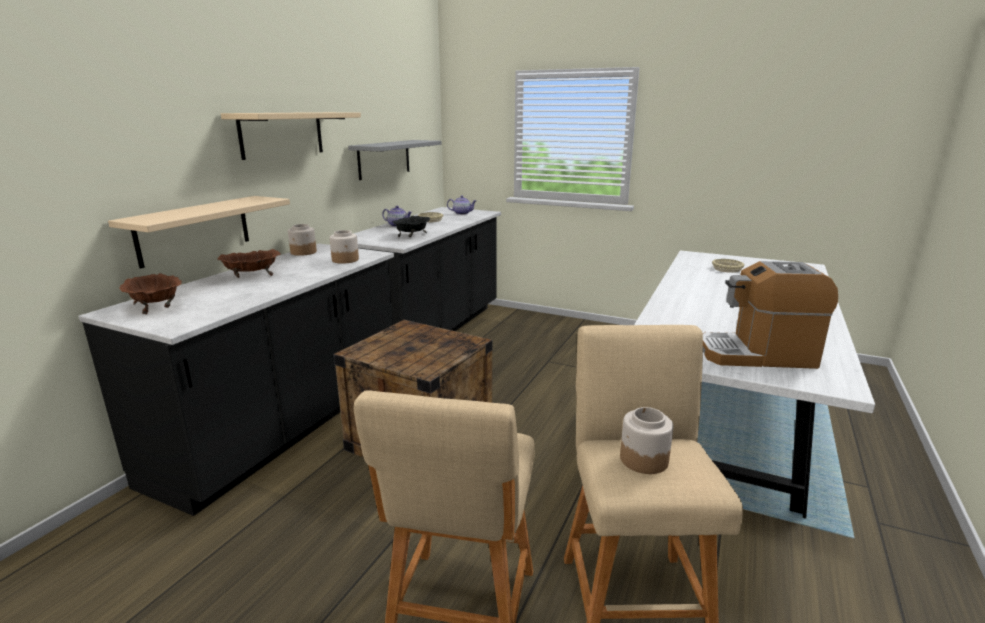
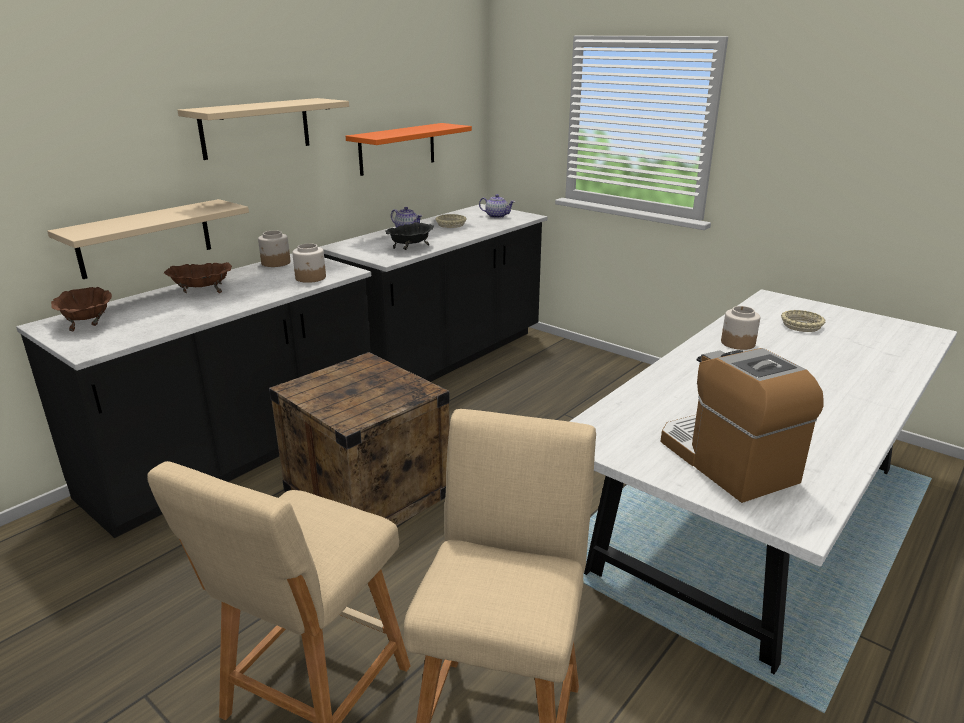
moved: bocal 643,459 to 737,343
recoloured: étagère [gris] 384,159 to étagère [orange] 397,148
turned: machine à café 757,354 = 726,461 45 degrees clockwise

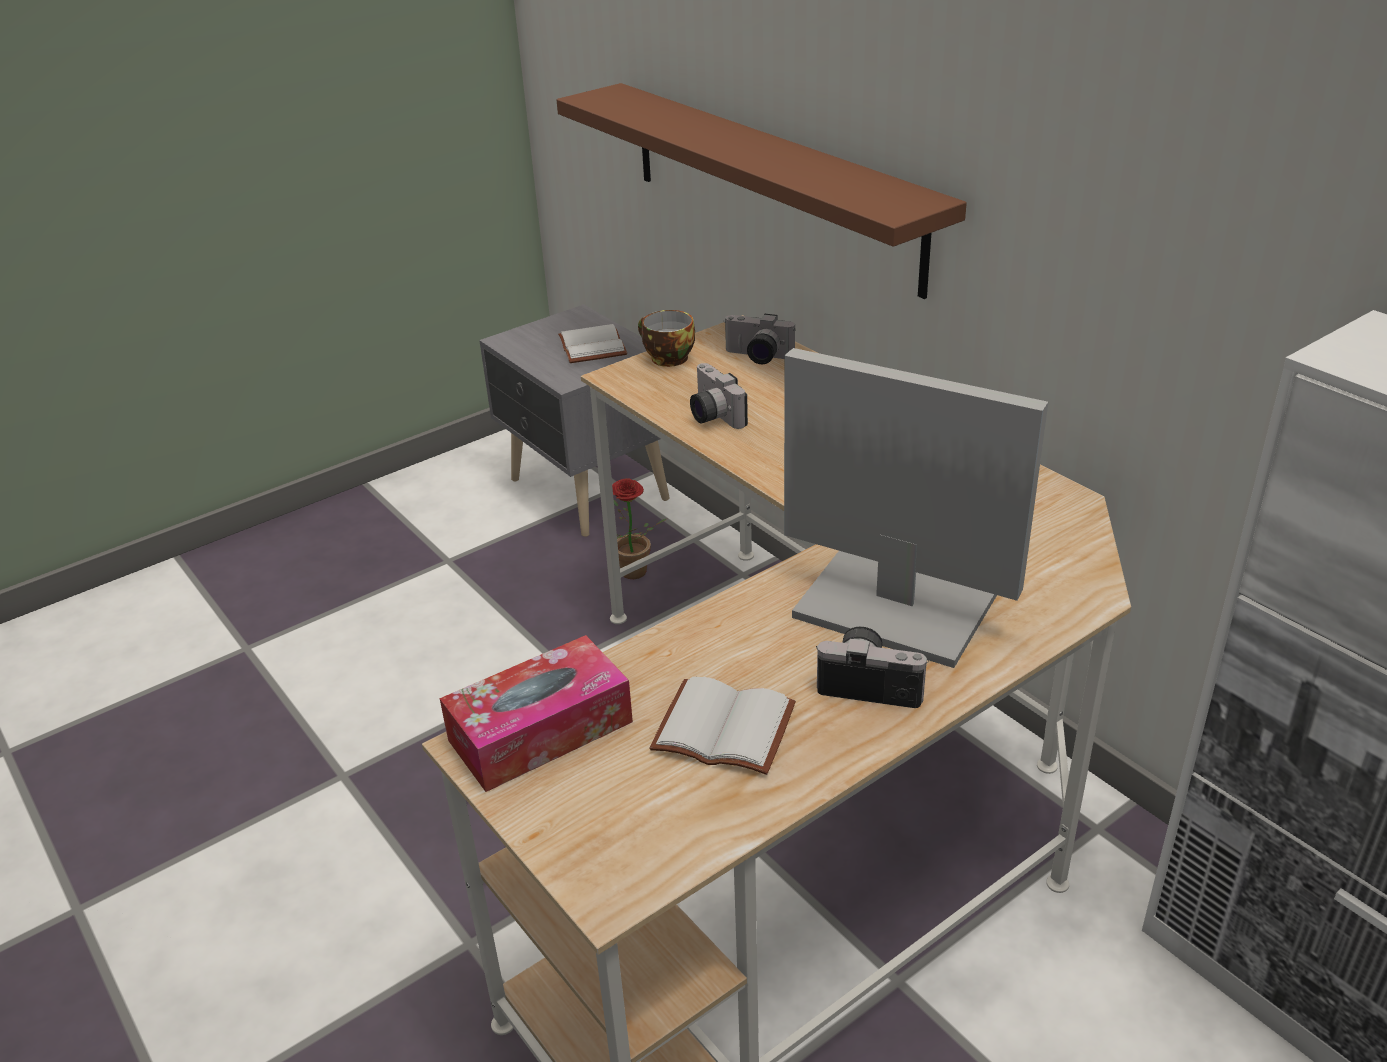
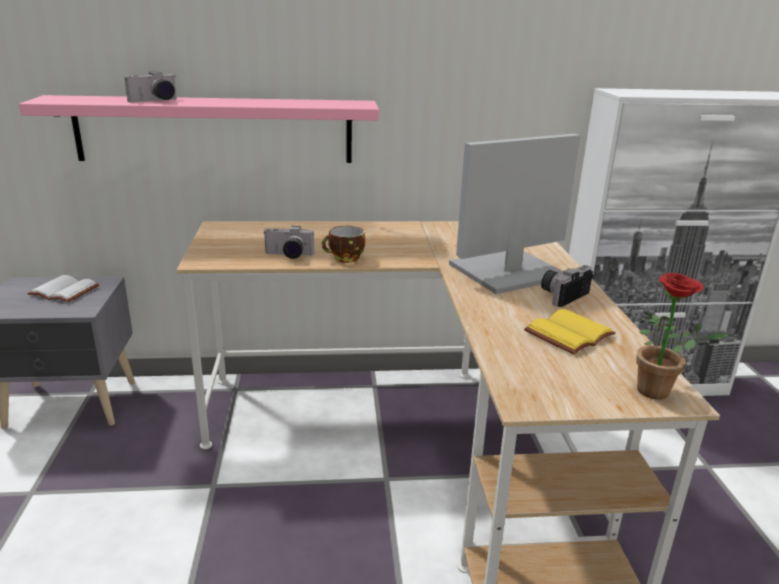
removed: boîte à mouchoirs 540,731
moved: appareil photo 757,357 to 155,101; tasse 666,358 to 345,259; plante en pot 634,575 to 660,392
recoloured: étagère [marron] 770,184 to étagère [rose] 215,130; livre [blanc] 720,731 to livre [jaune] 570,335

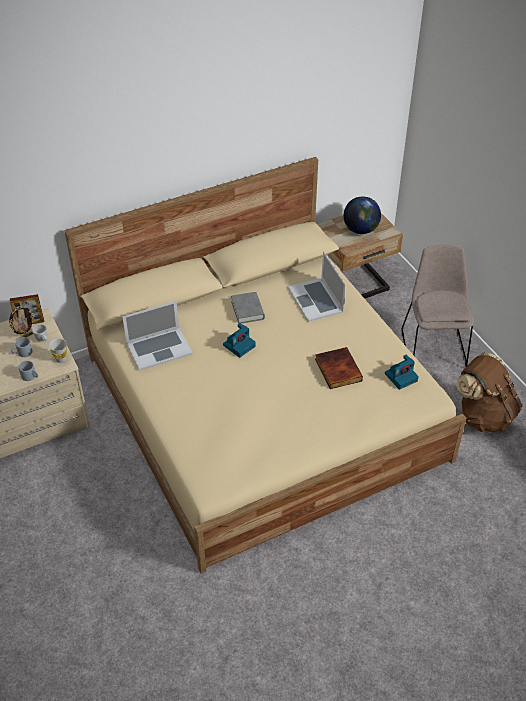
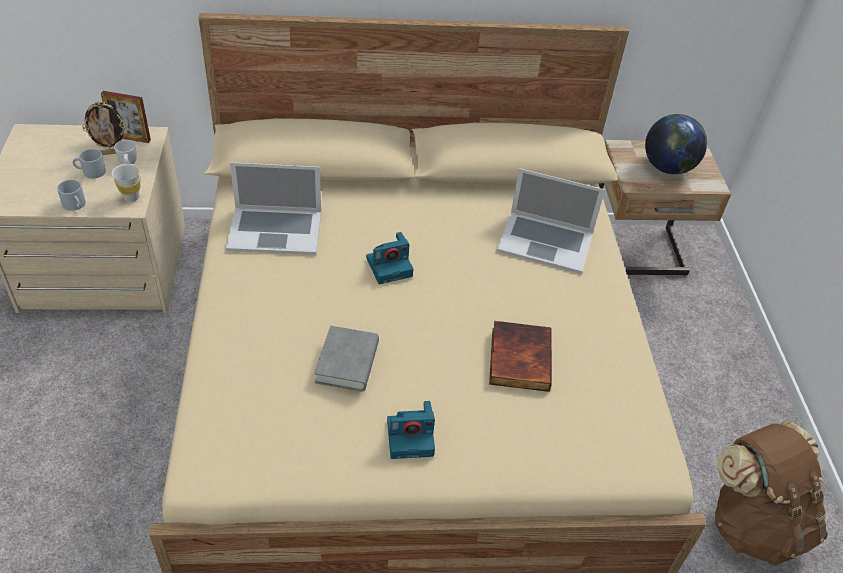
removed: chaise [beige] 433,346
moved: livre [gris] 247,310 to 347,363; appareil photo 401,377 to 411,437
turned: ordinateur portable 316,299 = 545,241 75 degrees counterclockwise

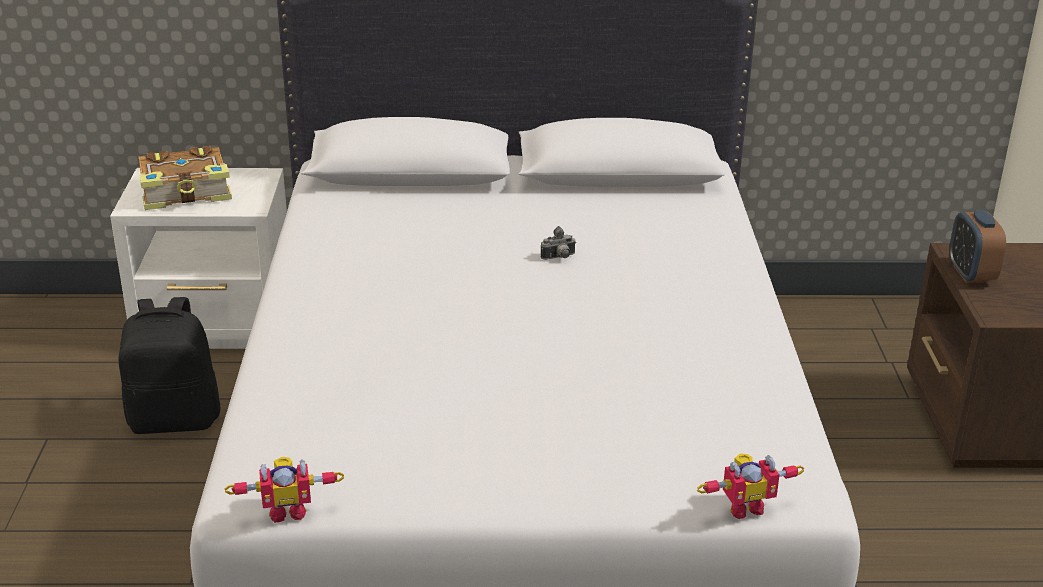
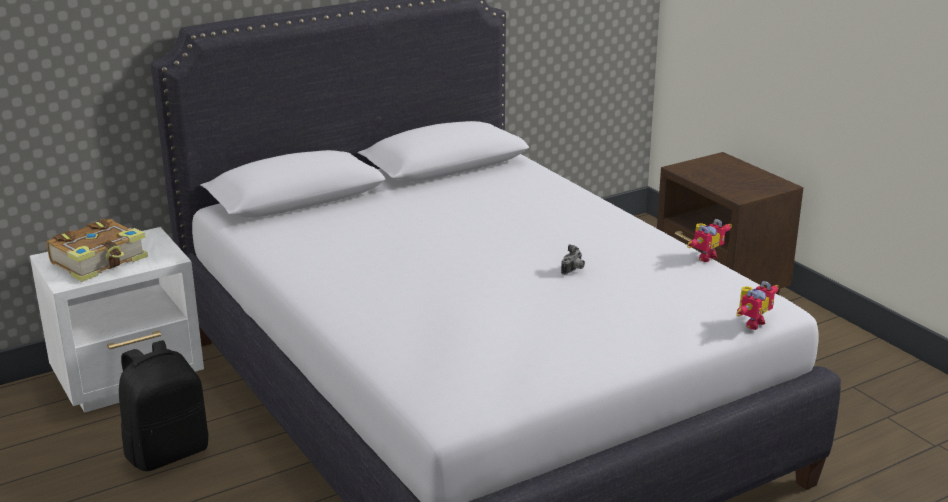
removed: réveil 970,274
moved: appareil photo 559,258 to 573,270; robot jouet 287,510 to 704,256

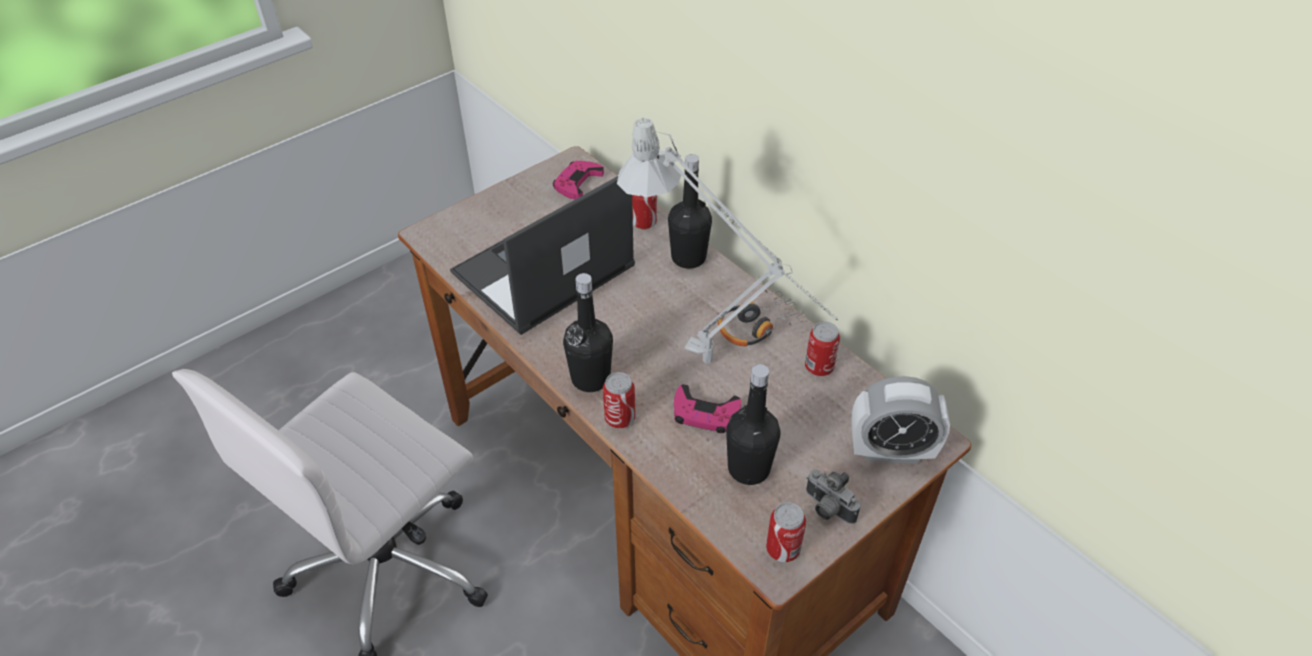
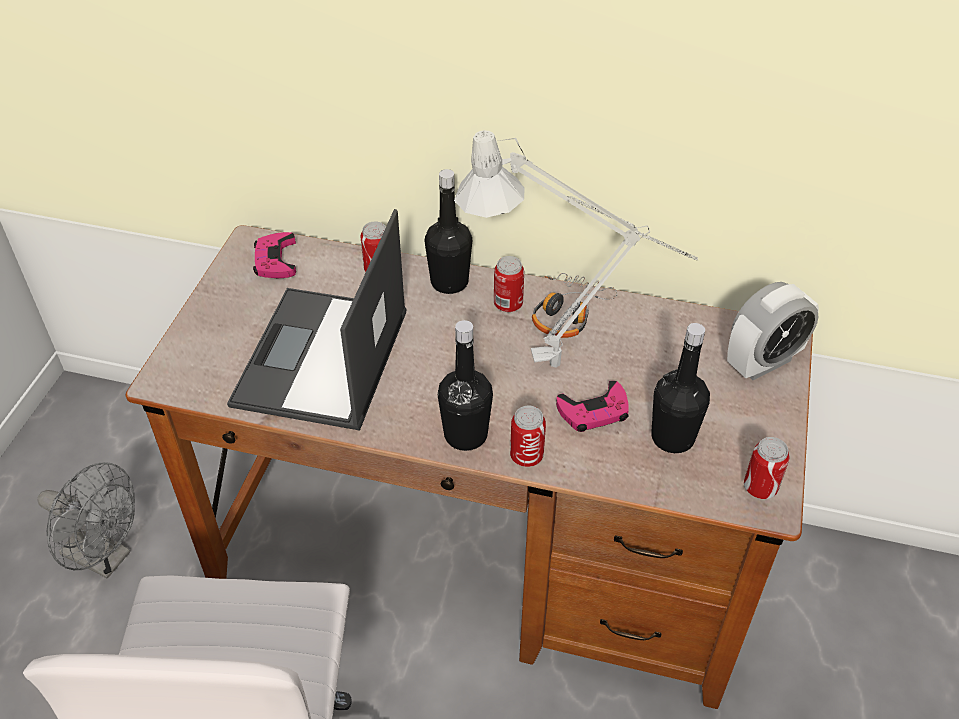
removed: appareil photo 826,509
added: ventilateur [gris] 105,557
moved: boîte métallique 819,367 to 508,305

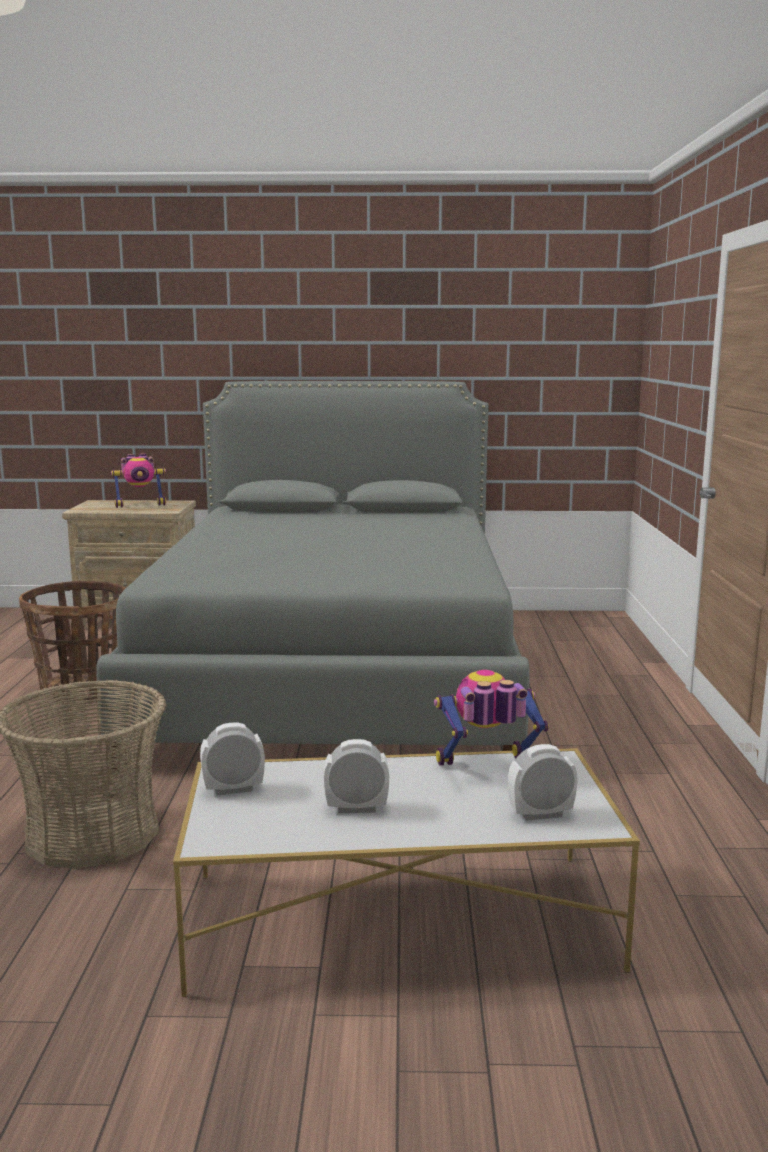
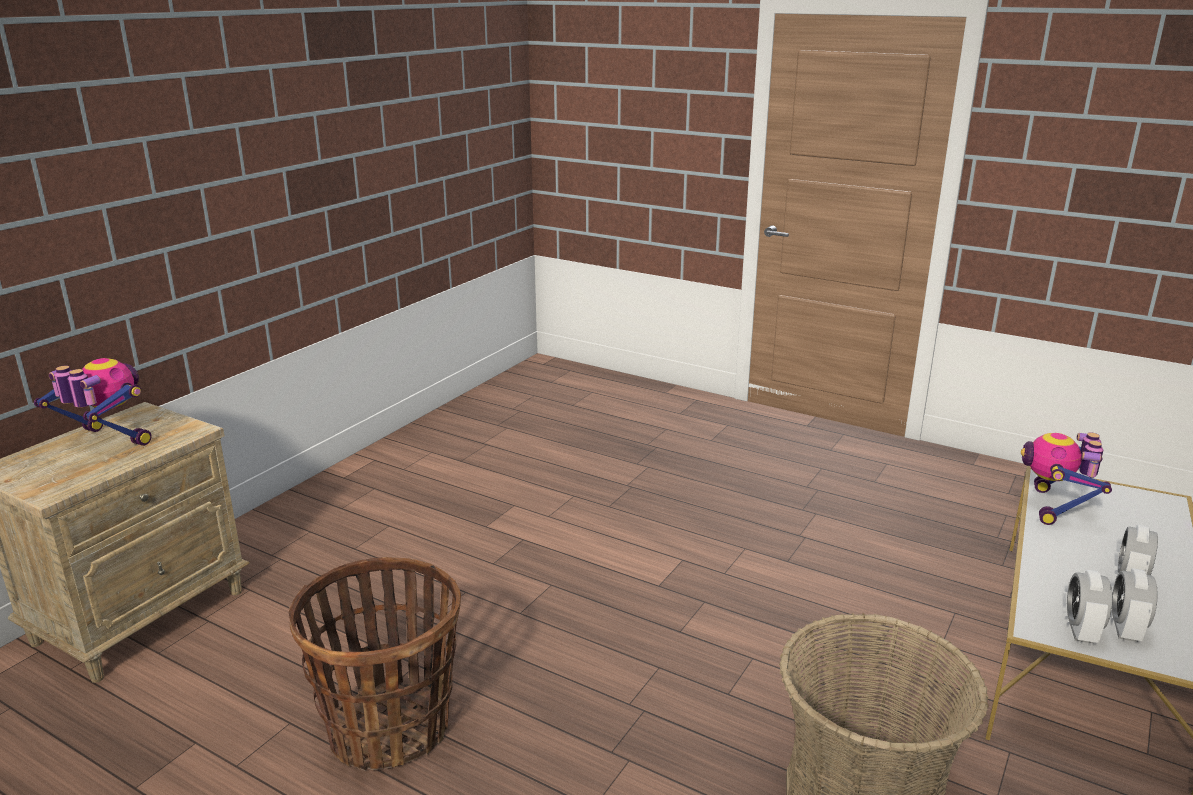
removed: lit [gris] 335,674
moved: réveil 541,814 to 1125,629
turned: robot jouet 140,505 = 107,441 75 degrees counterclockwise

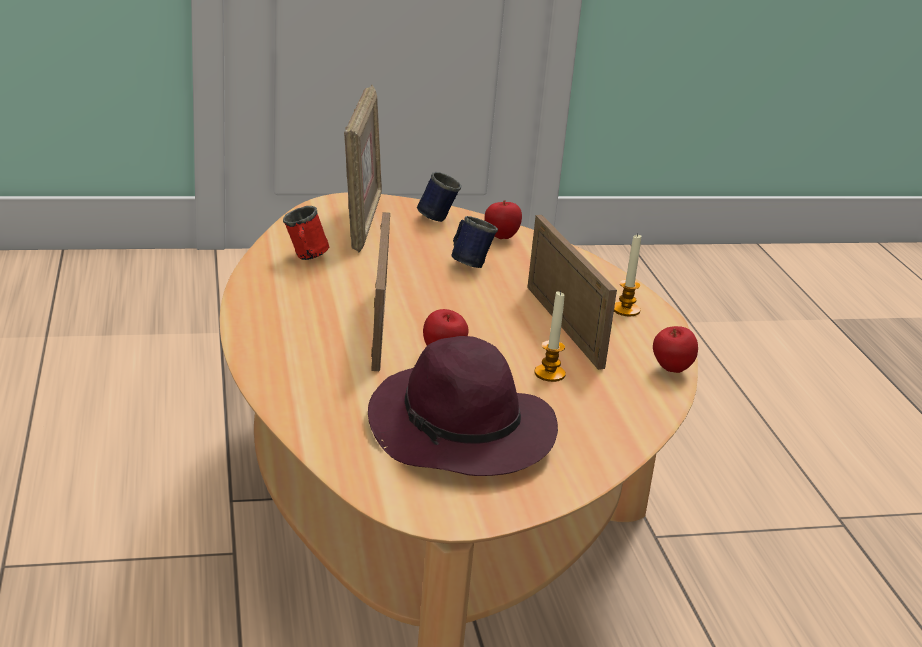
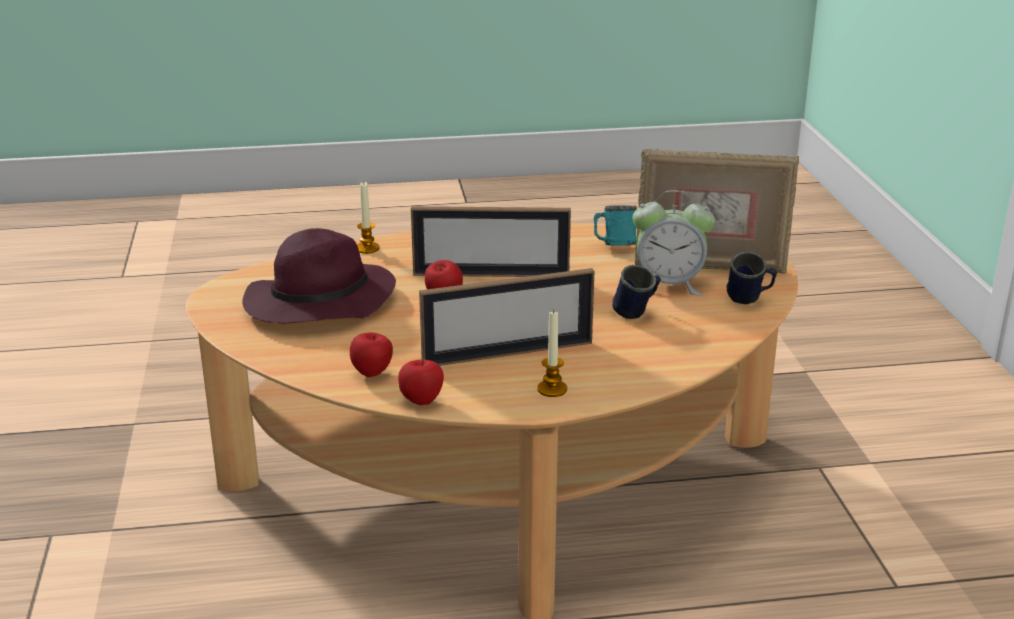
added: réveil 669,285
moved: pomme 501,237 to 372,374; bougie 549,374 to 367,248
recoloured: mug [rouge] 305,258 to mug [turquoise] 614,246

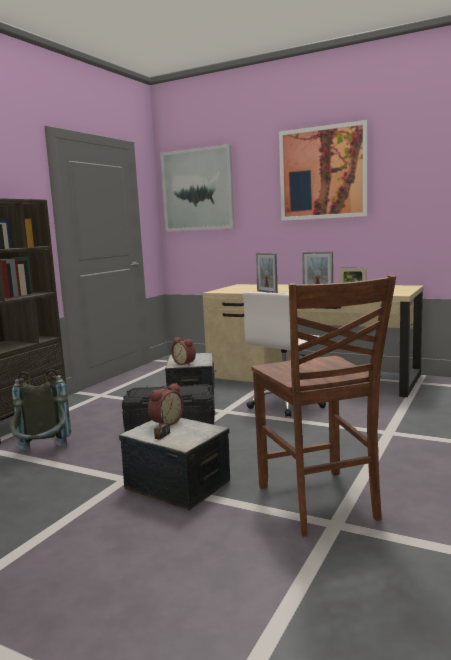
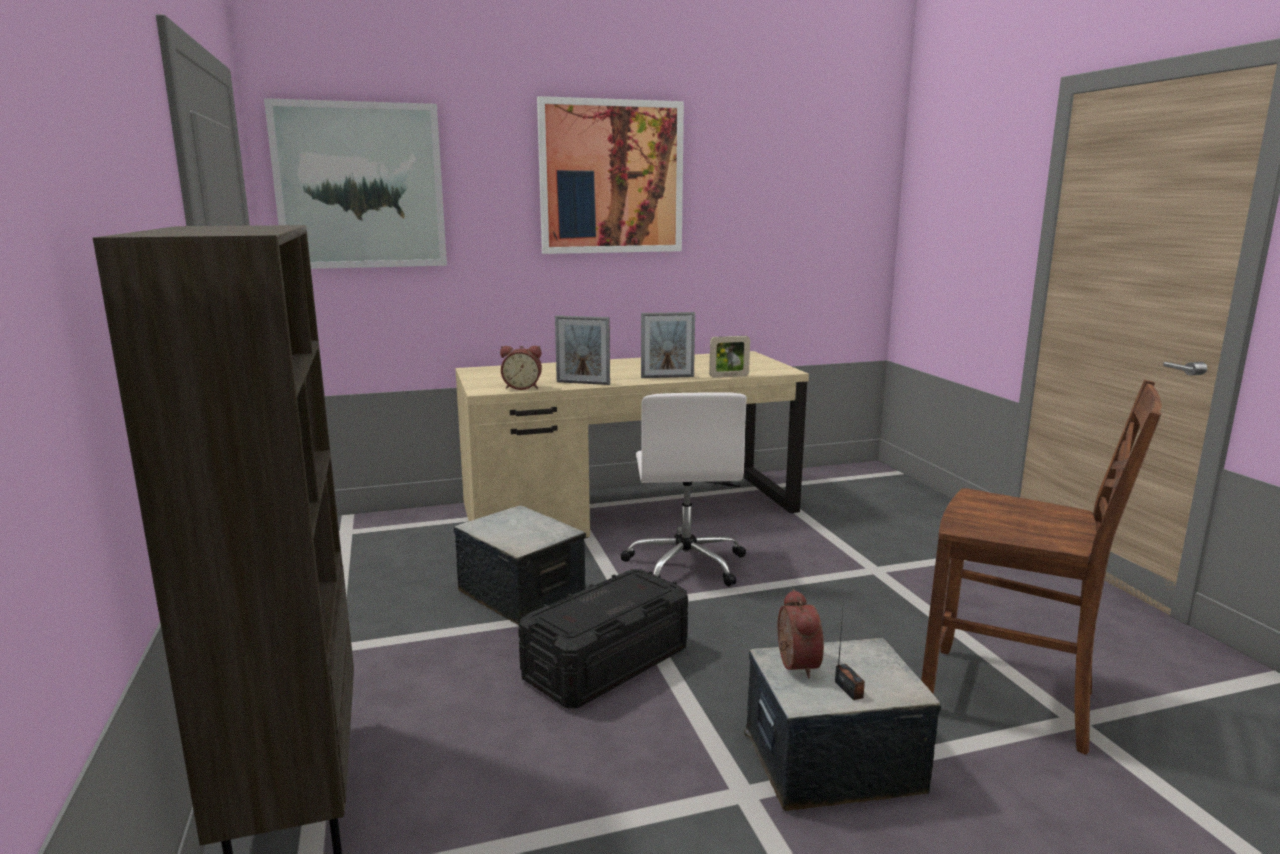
removed: sac à dos [gris] 43,454
moved: réveil 185,363 to 522,387

